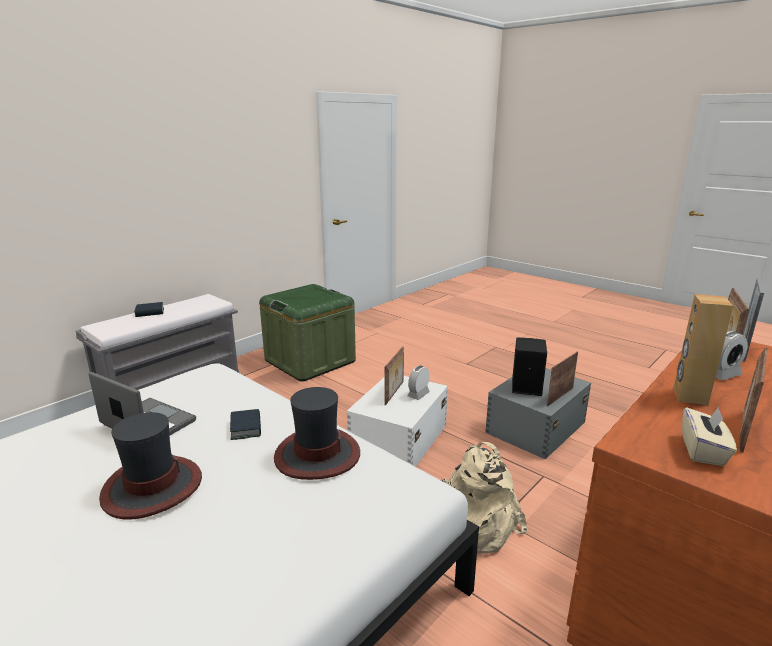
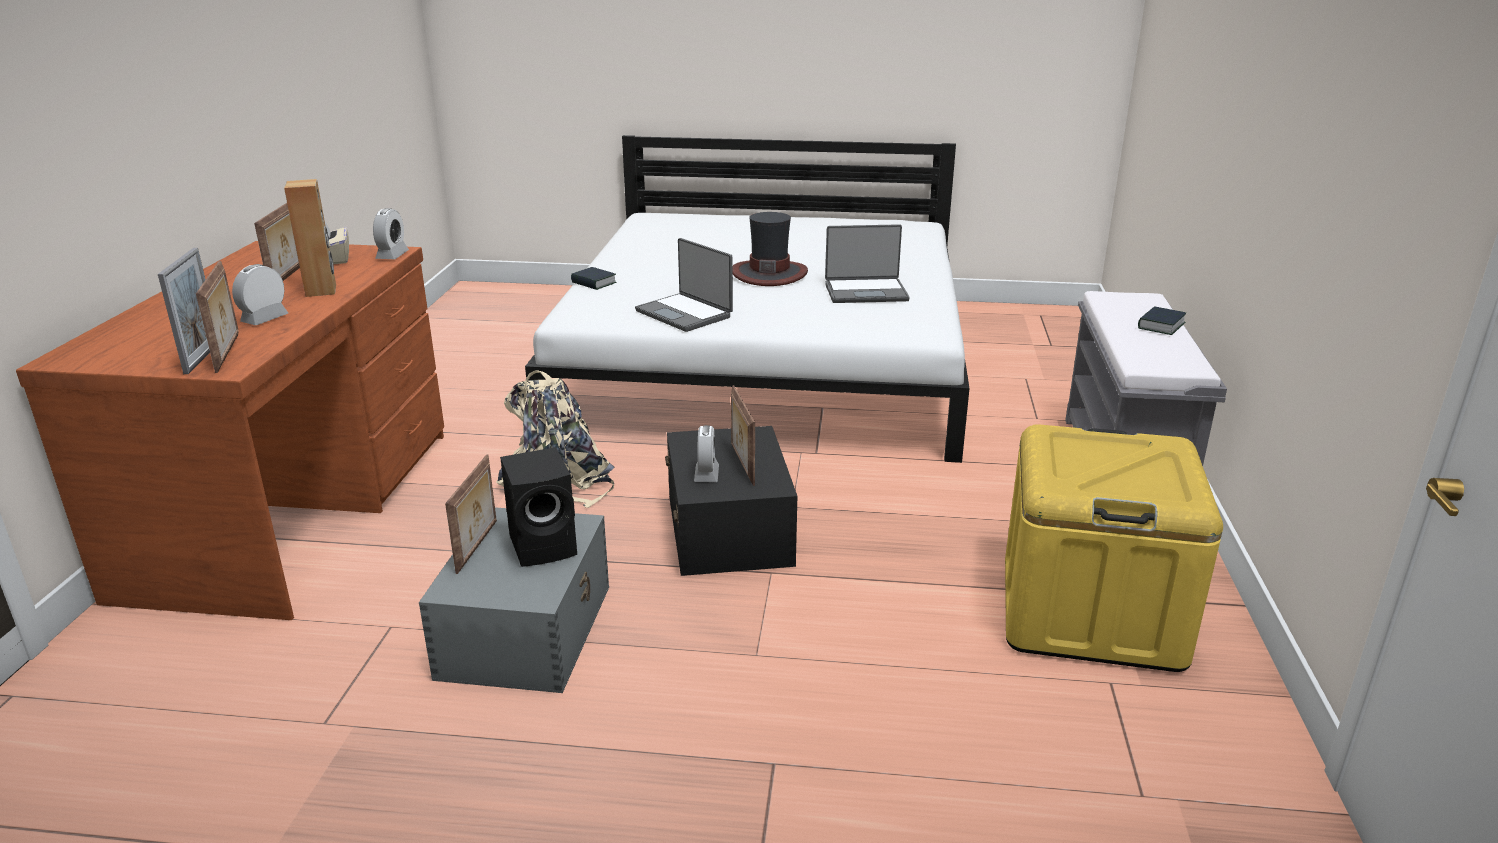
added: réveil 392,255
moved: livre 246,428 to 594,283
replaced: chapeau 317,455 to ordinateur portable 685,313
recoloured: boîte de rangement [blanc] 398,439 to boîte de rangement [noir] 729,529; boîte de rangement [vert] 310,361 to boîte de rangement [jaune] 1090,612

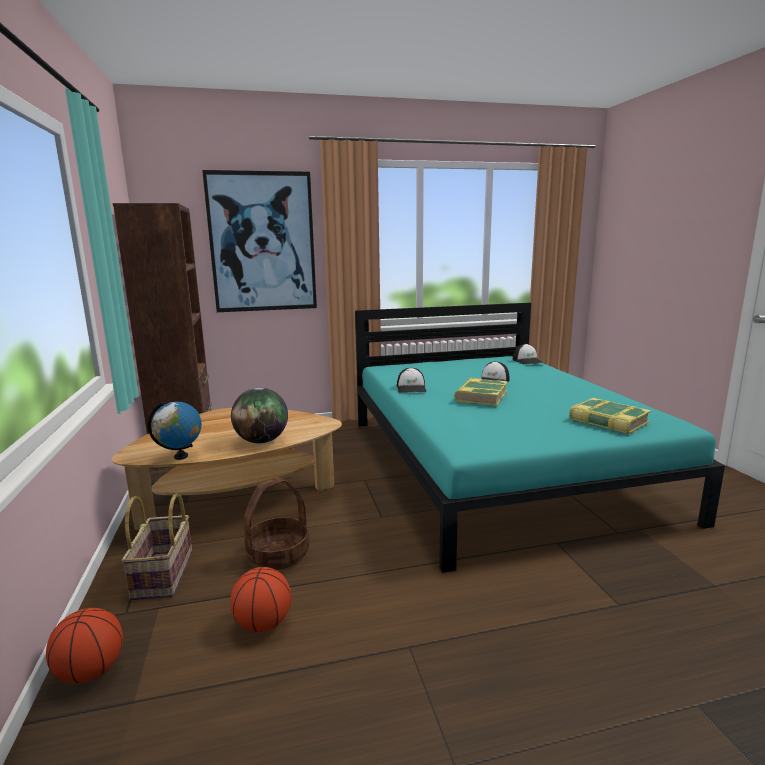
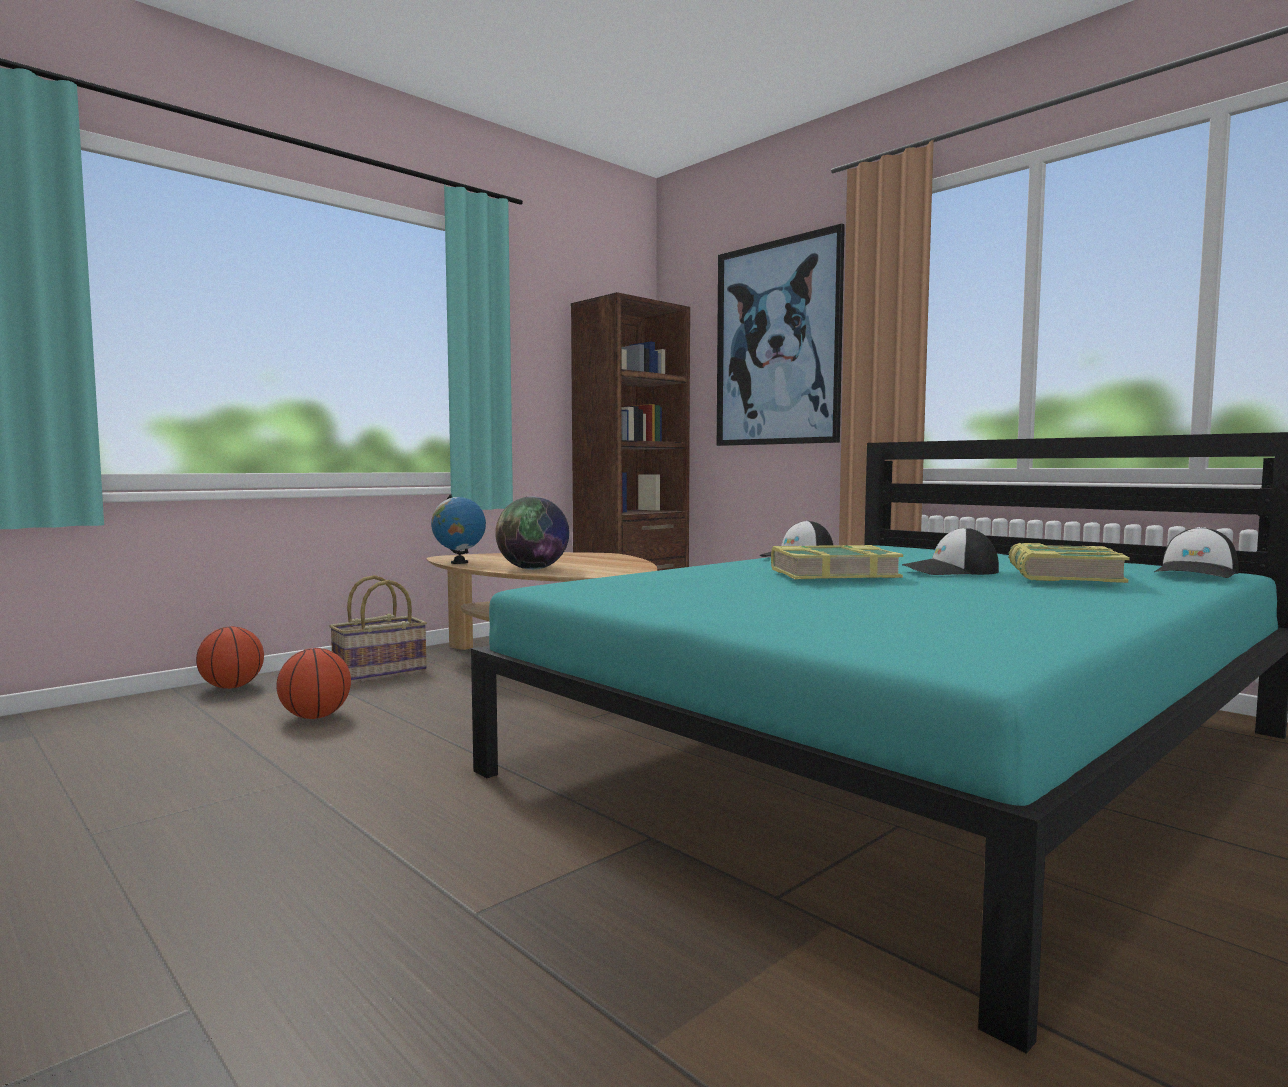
removed: panier 278,555
moved: livre 608,422 to 1062,575

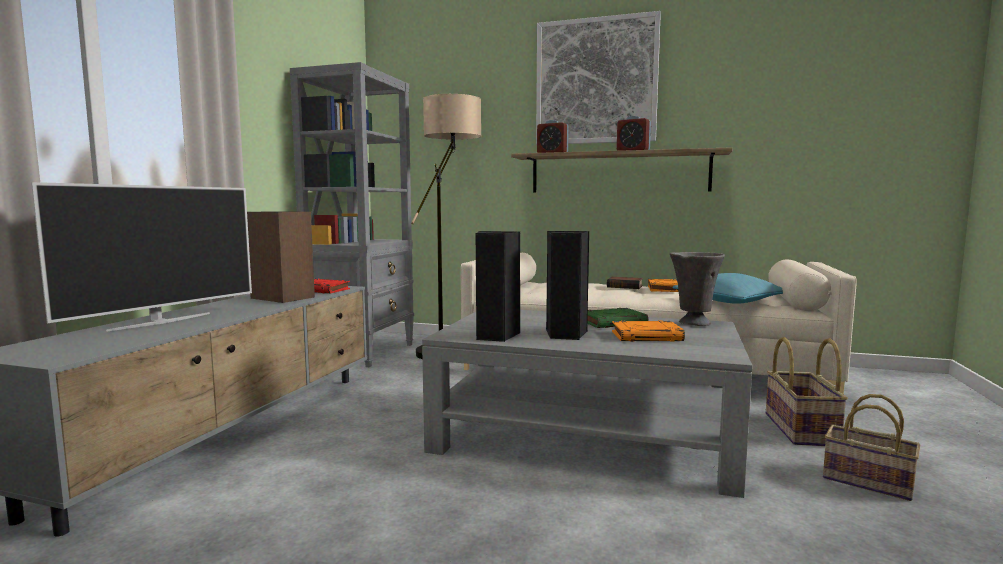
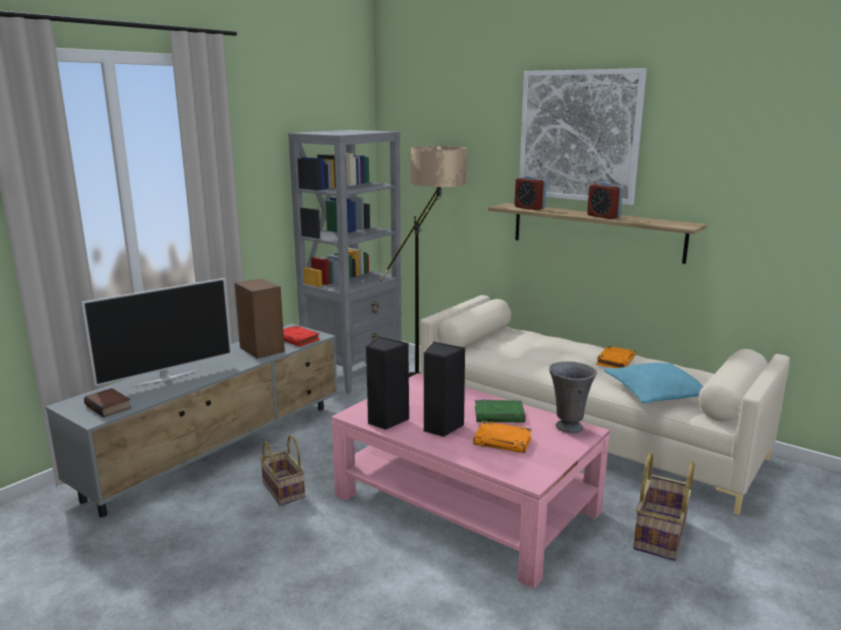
moved: livre 625,286 to 110,406; panier 865,482 to 282,490
recoloured: table basse [gris] 587,435 to table basse [rose] 466,503

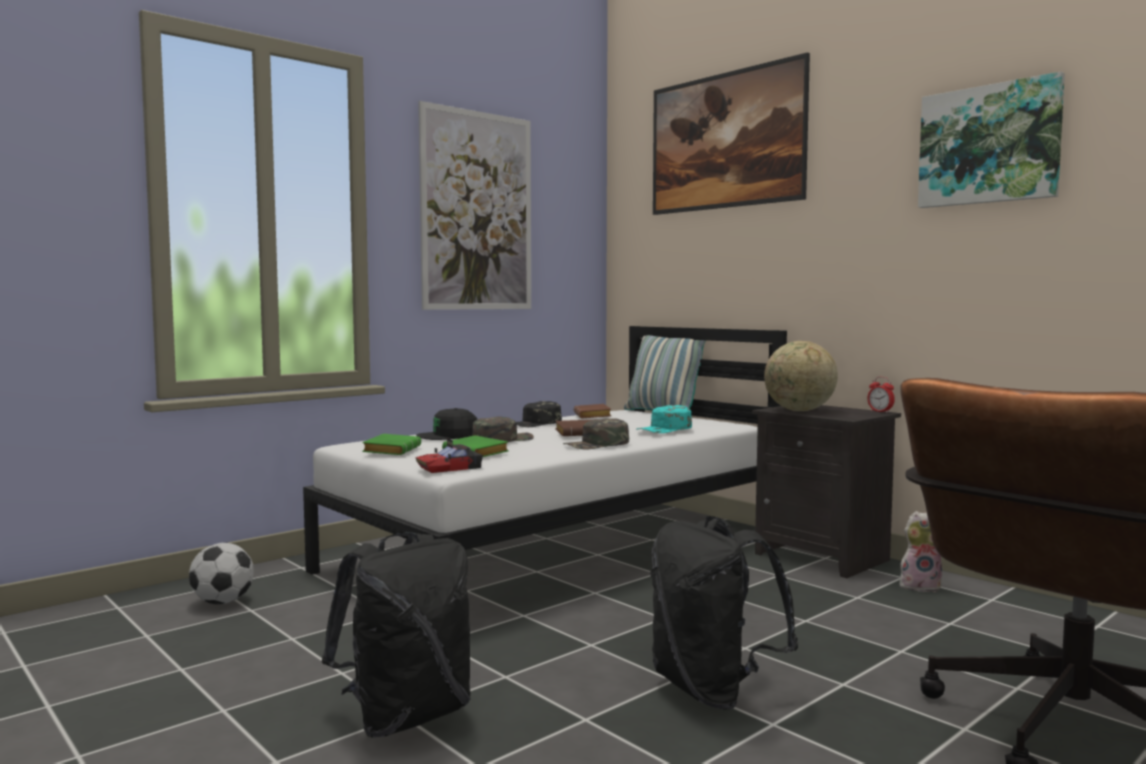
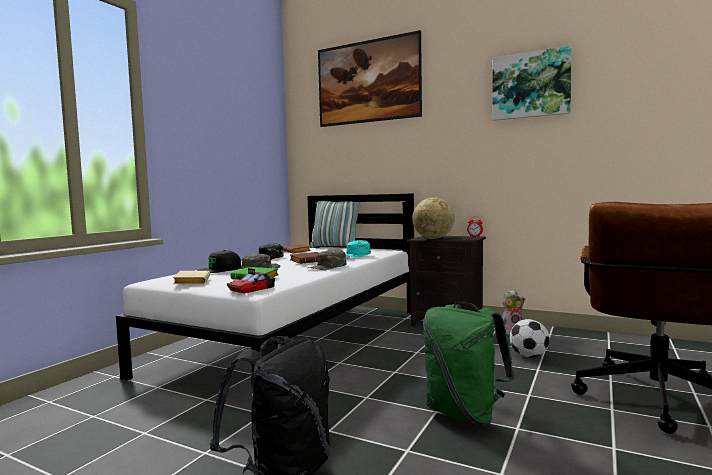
removed: tableau 477,211
moved: ballon de foot 222,602 to 529,356
recoloured: livre [vert] 391,450 to livre [beige] 191,282; sac à dos [noir] 712,691 to sac à dos [vert] 465,414

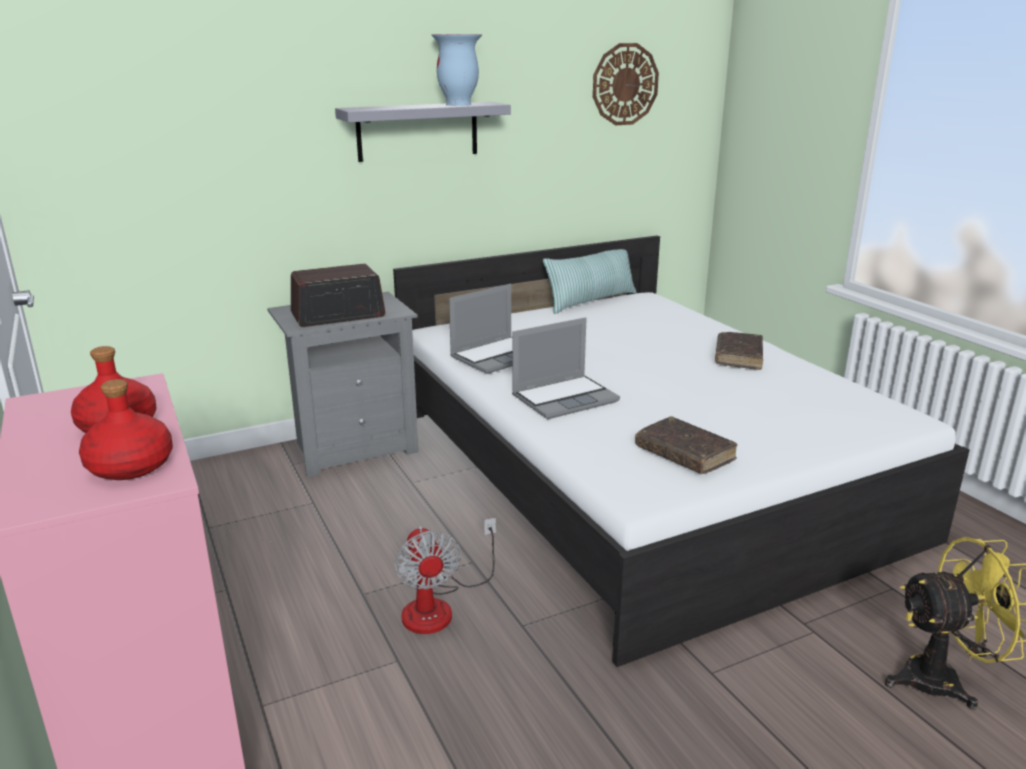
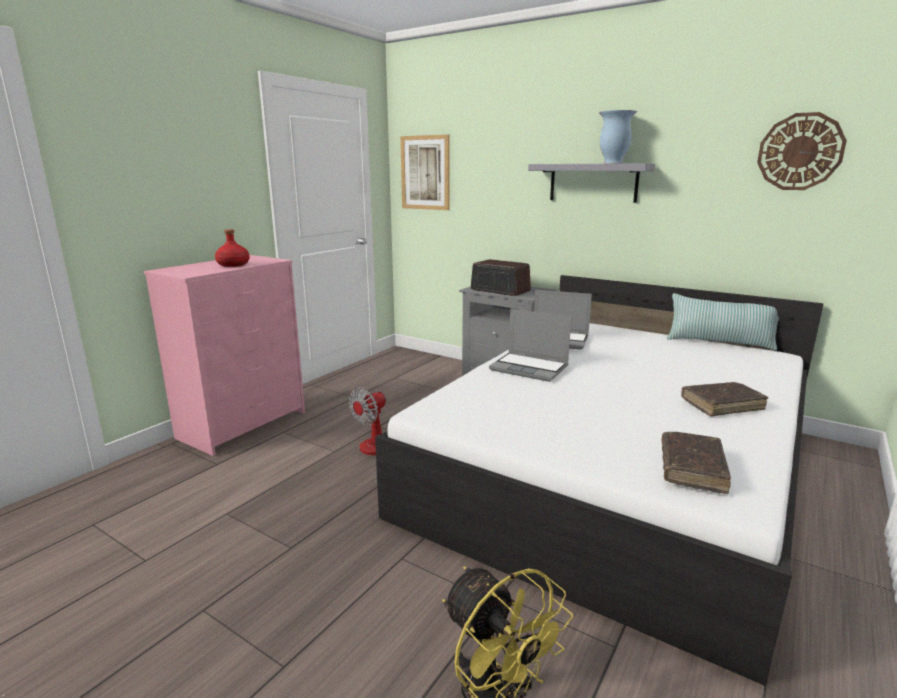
removed: bouteille [rouge] 130,467
added: tableau 425,173
moved: livre [marron] 684,454 to 691,469

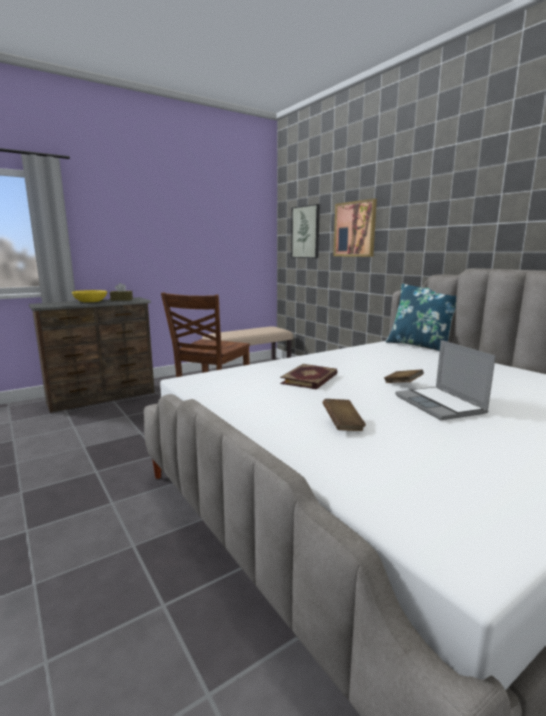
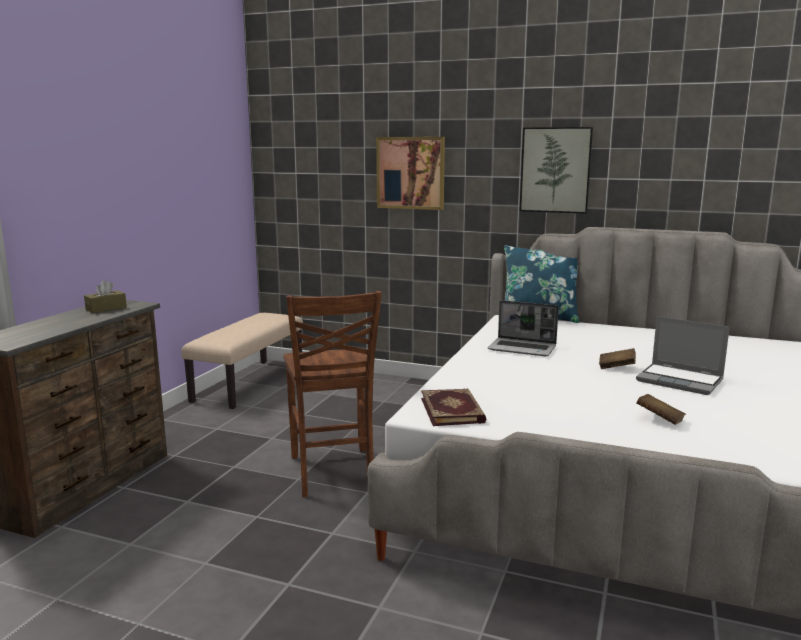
removed: bol [jaune] 90,302
added: ordinateur portable 523,348
moved: livre 310,379 to 453,410; tableau 306,232 to 555,170

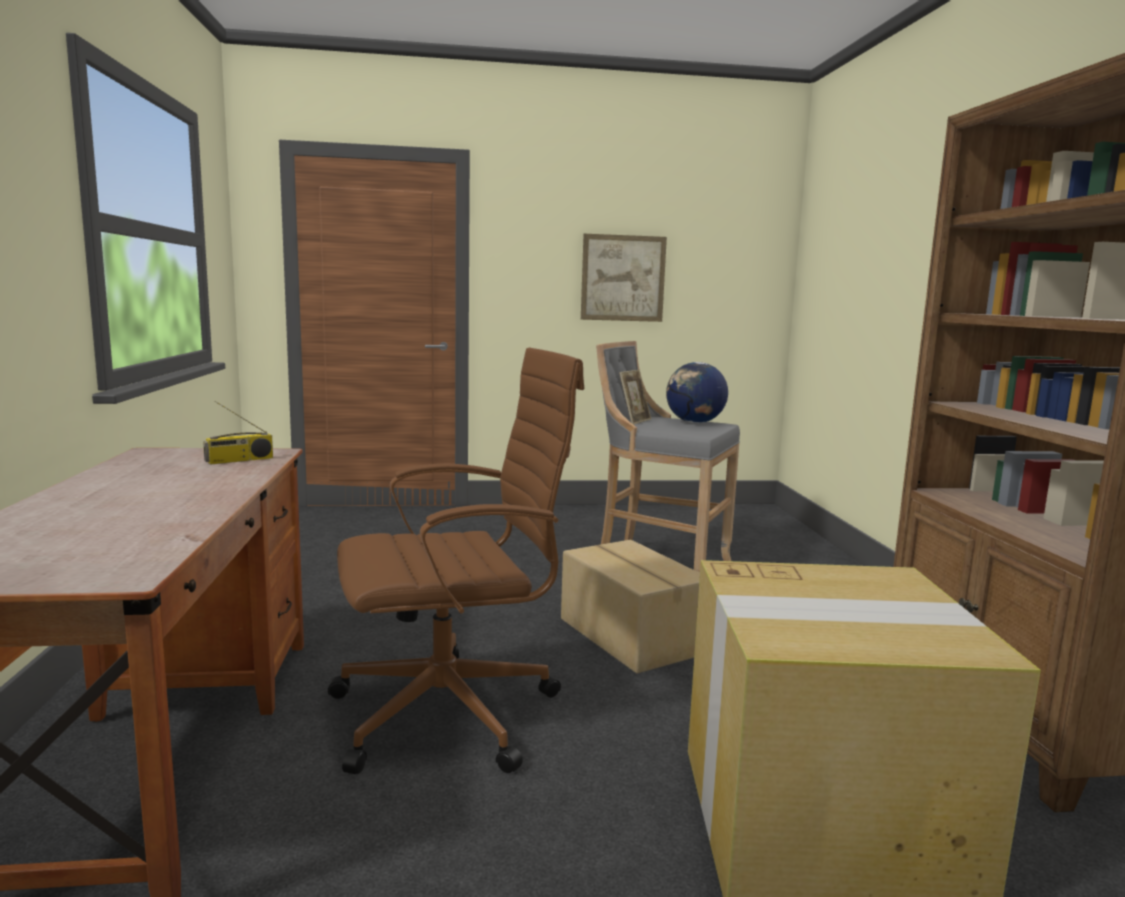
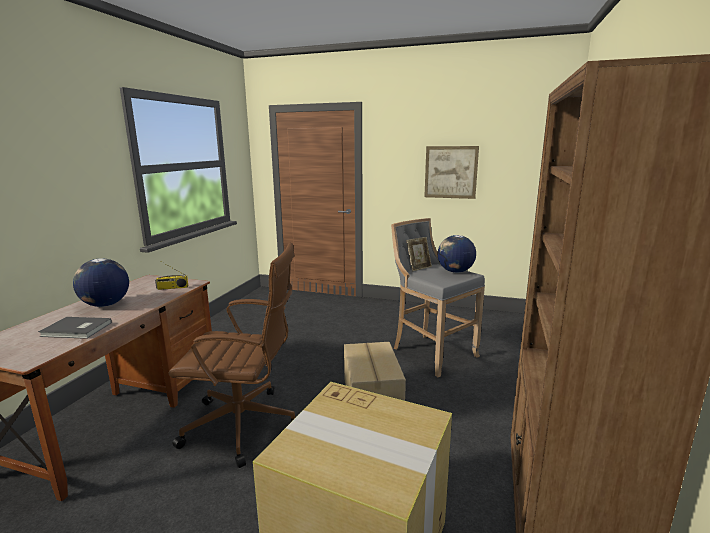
added: livre [gris] 76,330; globe 105,305

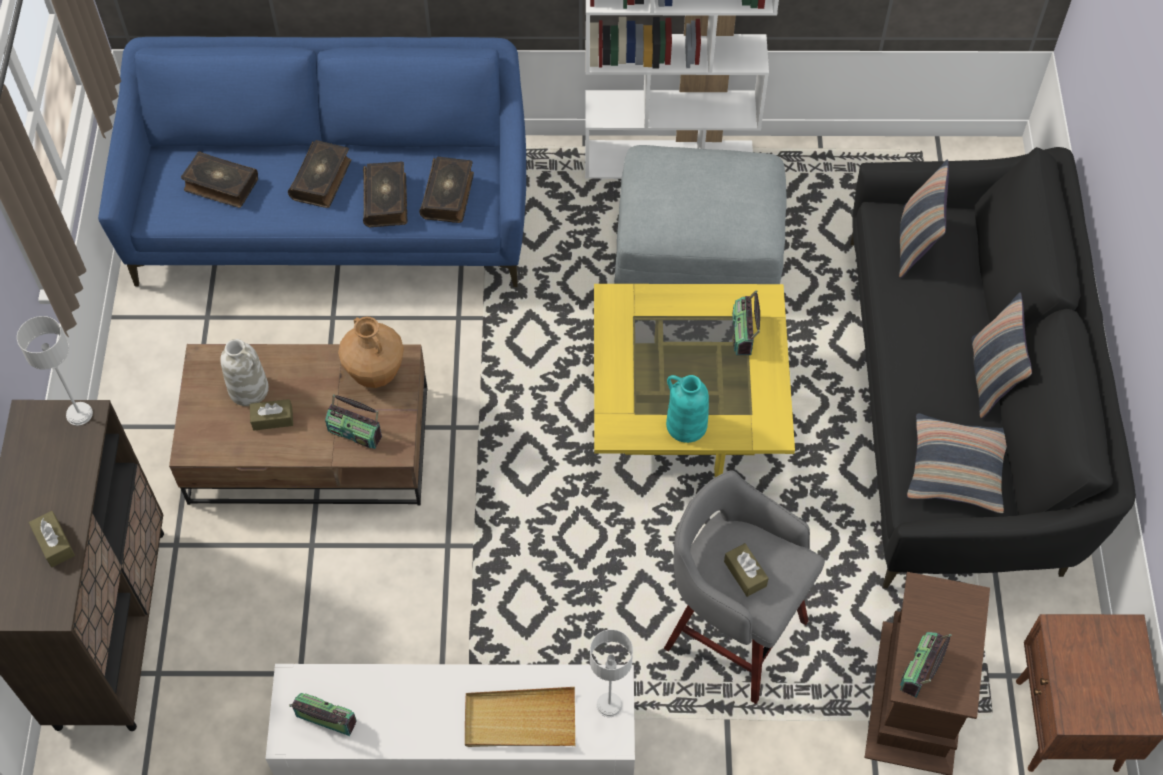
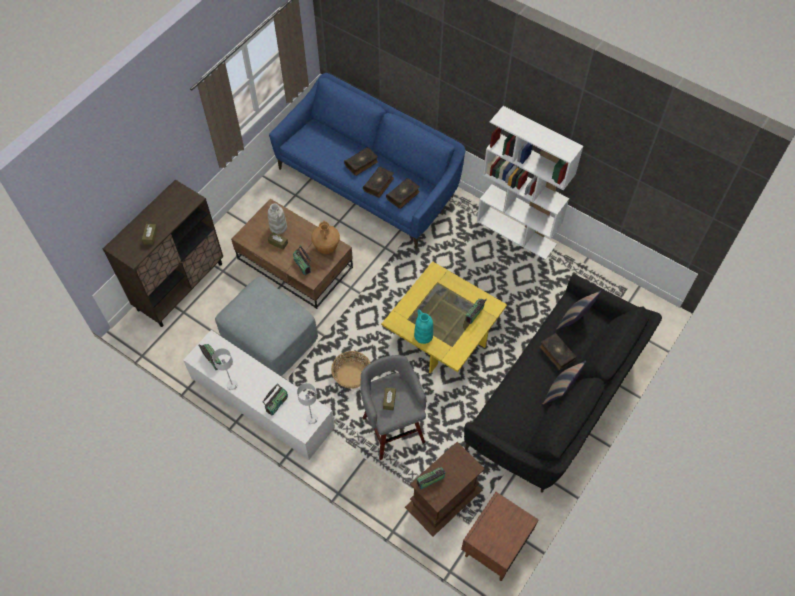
removed: coussin 956,470
added: panier 351,375
moved: lampe de table [gris] 79,413 to 232,385; pouf [gris] 698,247 to 269,336; livre 221,185 to 556,353
replaced: plateau [beige] 520,720 to radio 276,403

